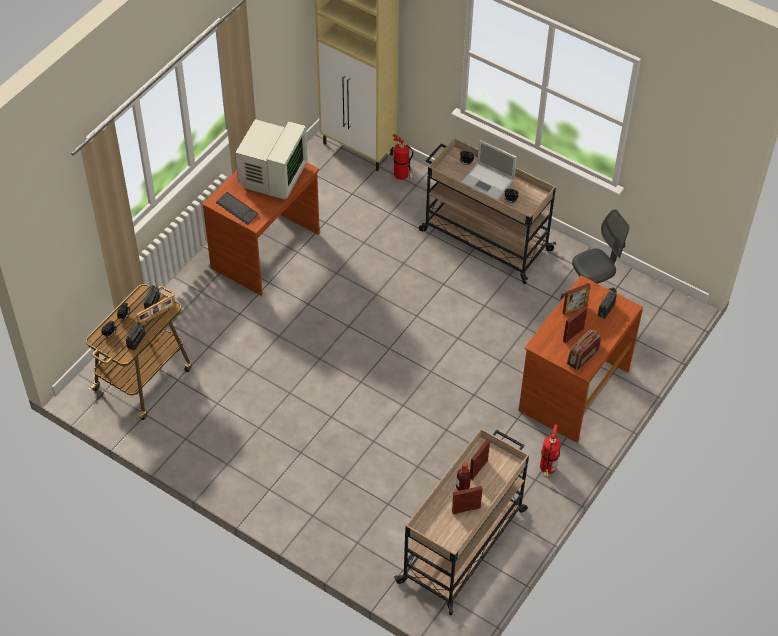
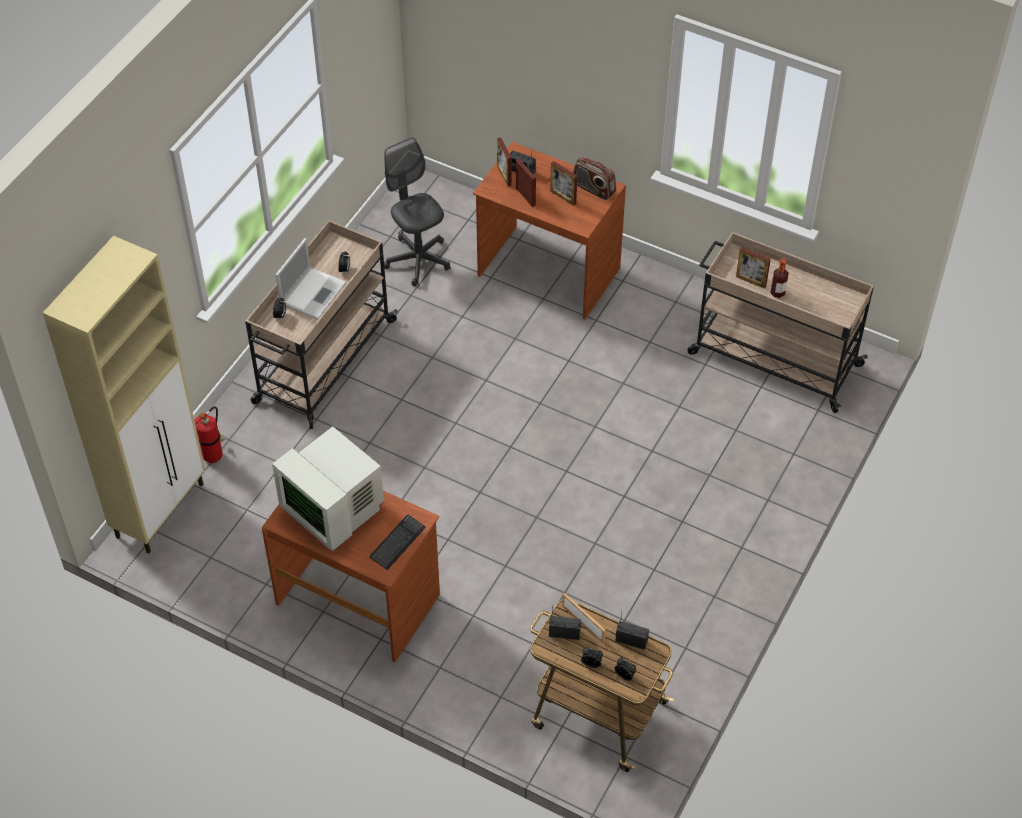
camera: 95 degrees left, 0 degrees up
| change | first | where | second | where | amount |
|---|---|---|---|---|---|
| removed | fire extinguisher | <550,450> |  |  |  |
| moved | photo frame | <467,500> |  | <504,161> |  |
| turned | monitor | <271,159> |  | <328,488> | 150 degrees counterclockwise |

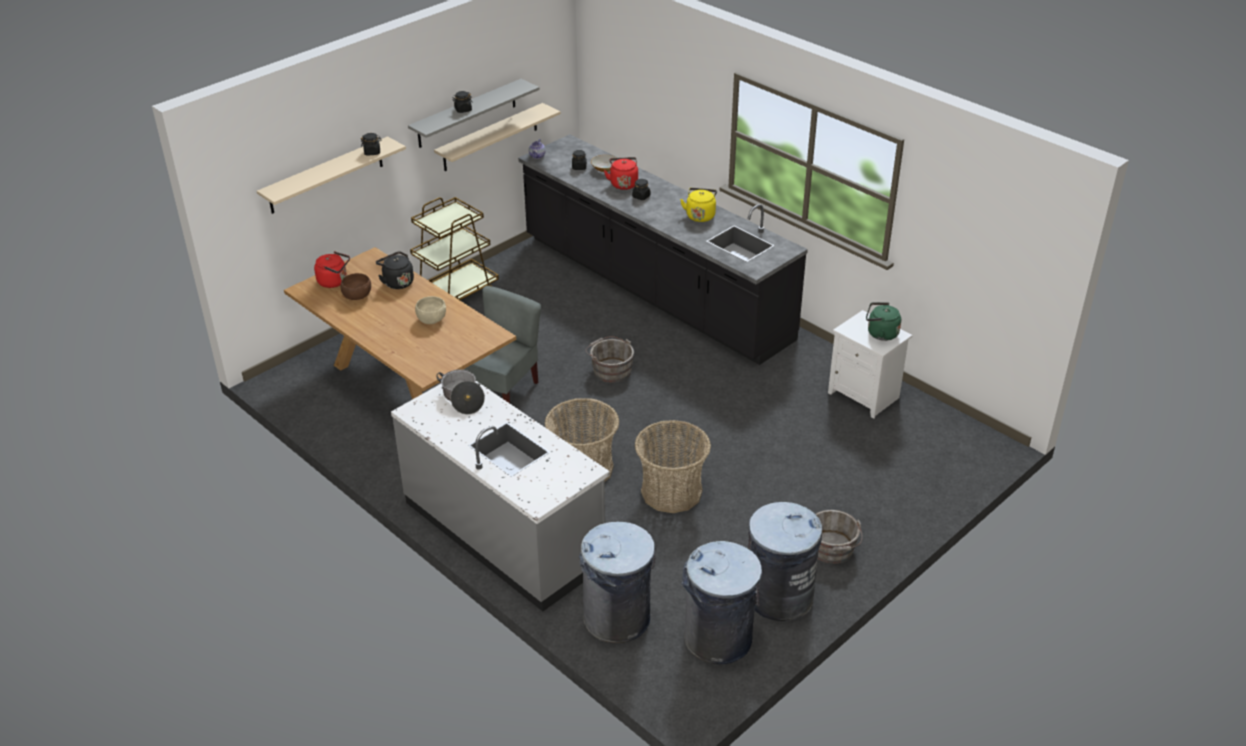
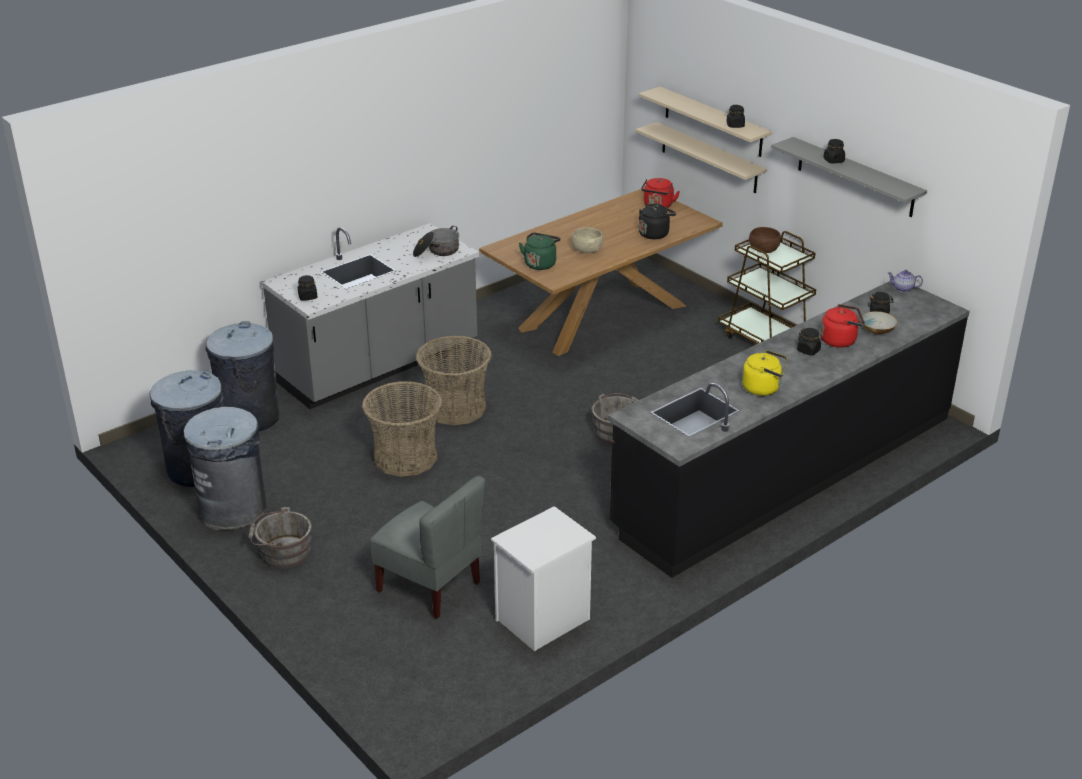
camera: 95 degrees right, 5 degrees down
| change | first | where | second | where | amount |
|---|---|---|---|---|---|
| added |  |  | storage jar (black-coloured) | <307,288> |  |
| moved | deep dish (brown) | <356,286> |  | <765,240> |  |
| moved | shelf (beige) | <497,137> |  | <701,157> |  |
| moved | plain chair (grey) | <502,344> |  | <427,547> |  |
| moved | tea kettle (green) | <883,321> |  | <540,251> |  |

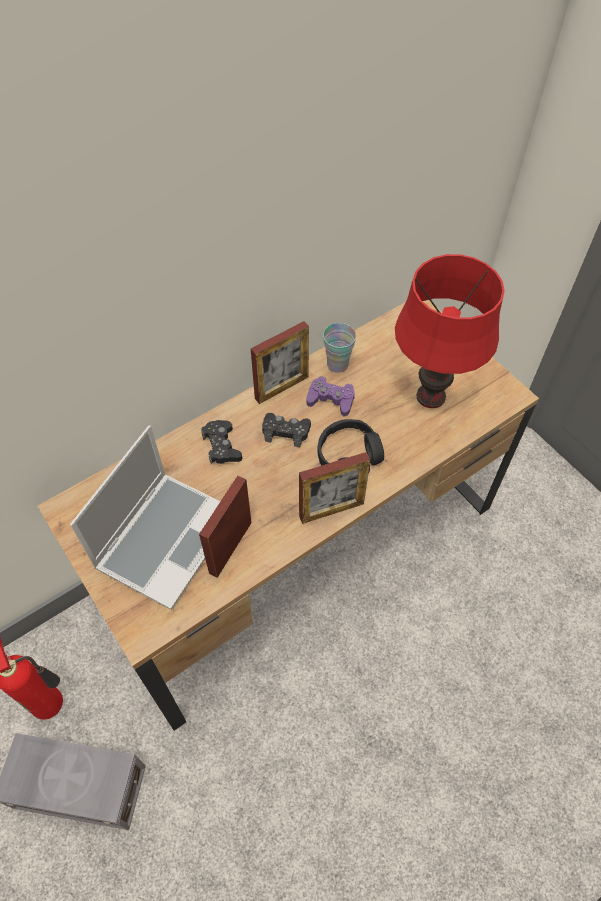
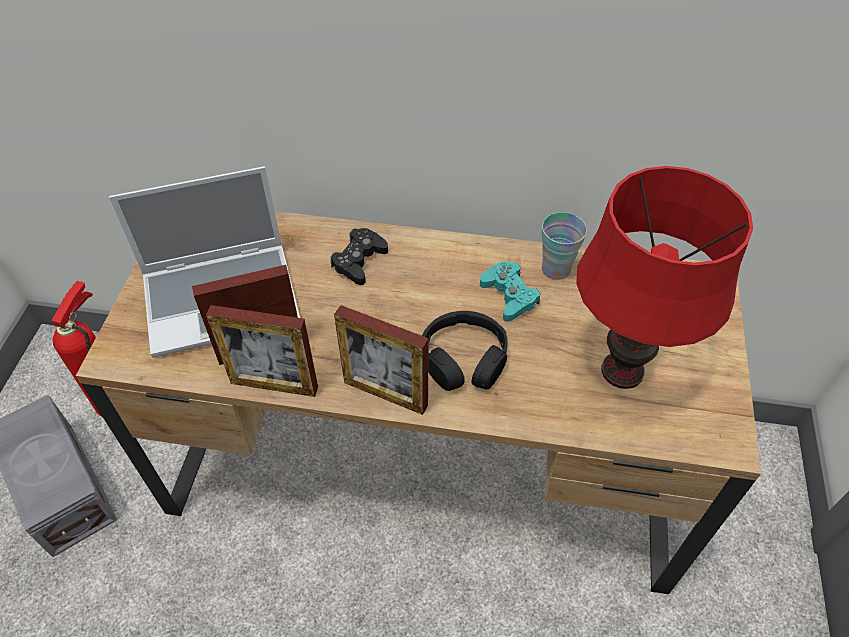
camera: 45 degrees right, 5 degrees down
| change | first | where | second | where | amount |
|---|---|---|---|---|---|
| removed | joypad (black-coloured) | <286,430> |  |  |  |
| moved | photo frame | <280,362> |  | <262,351> |  |
| recoloured | joypad (purple) | <331,396> | joypad (turquoise-coloured) | <510,291> |  |

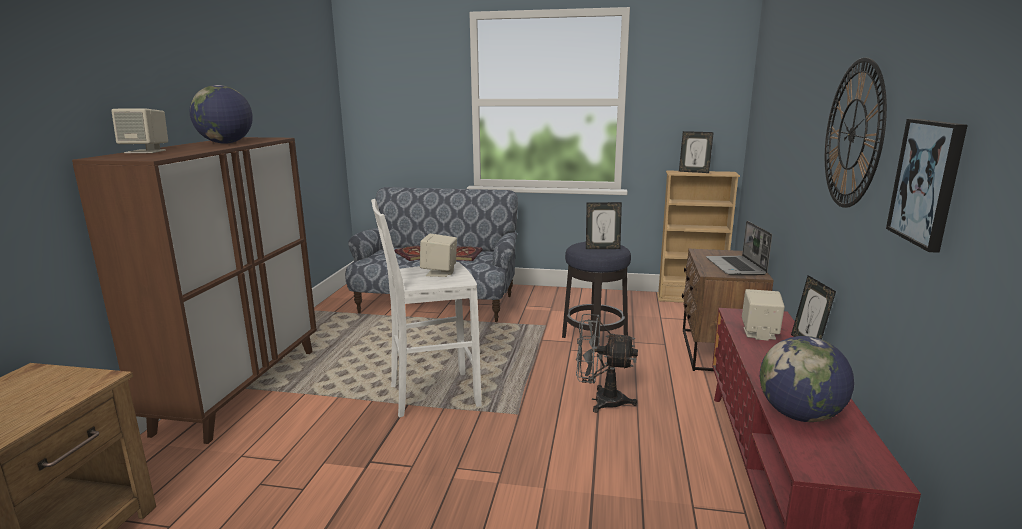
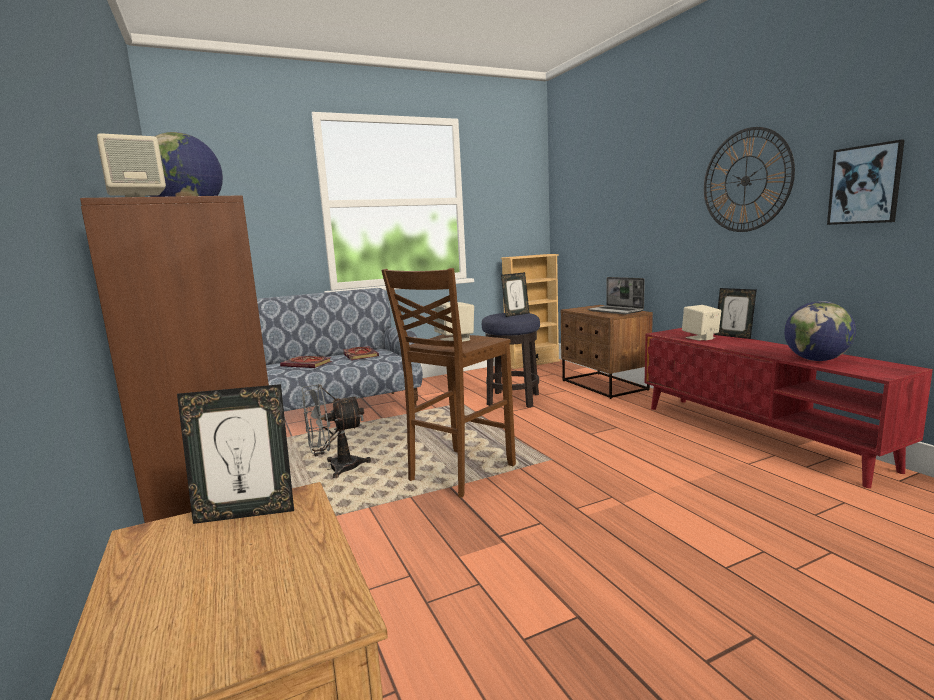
camera: 35 degrees left, 5 degrees down
| change | first | where | second | where | amount |
|---|---|---|---|---|---|
| moved | cooling fan (grey) | <607,363> |  | <336,431> |  |
| moved | photo frame | <696,152> |  | <235,454> |  |
| recoloured | stool (whitish) | <426,308> | stool (brown) | <448,383> |  |

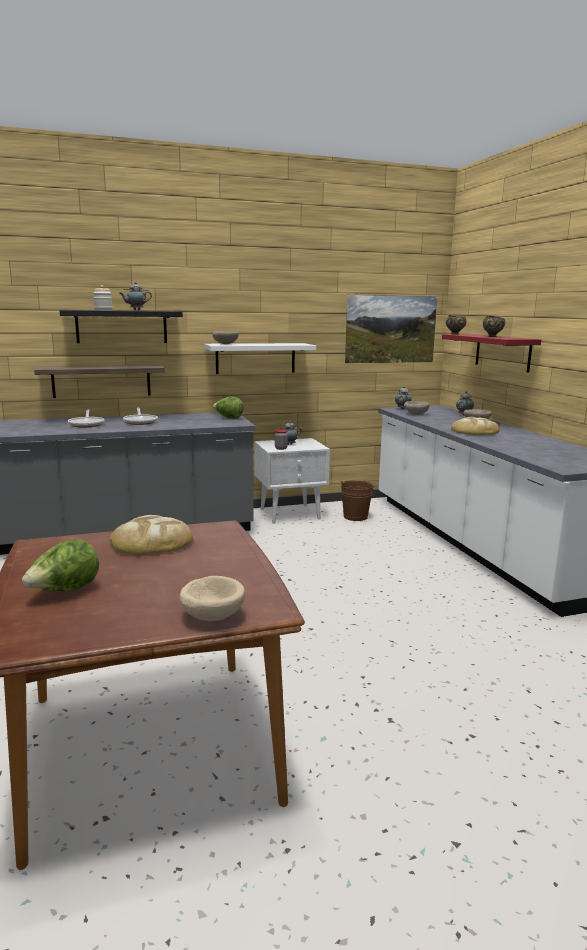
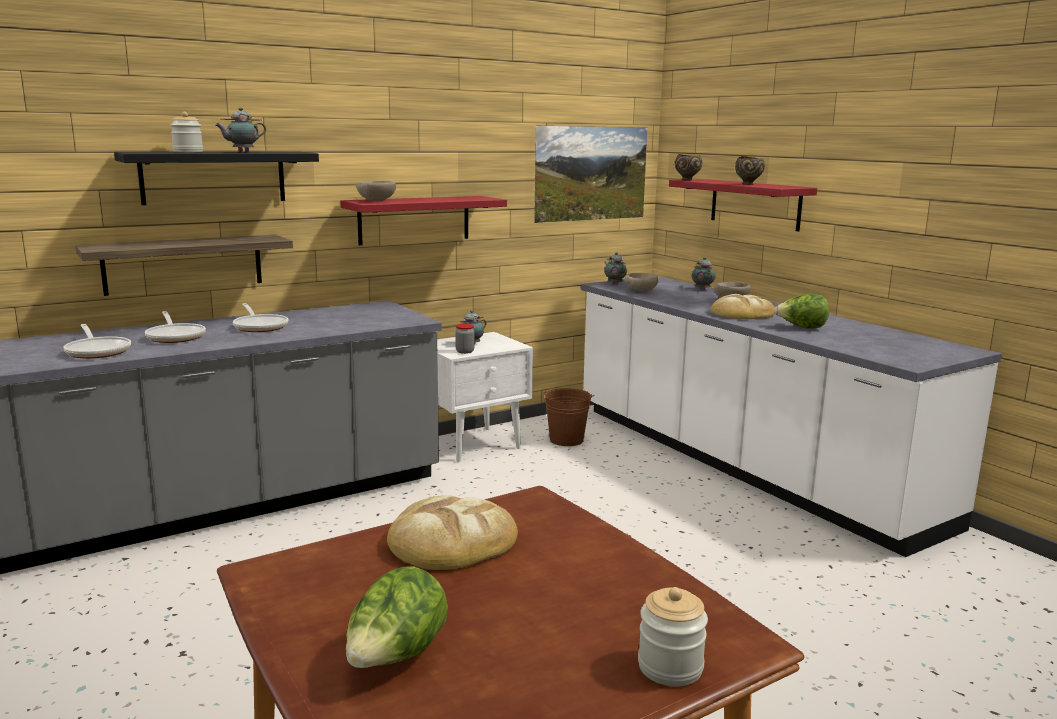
camera: 15 degrees left, 0 degrees up
| change | first | where | second | where | amount |
|---|---|---|---|---|---|
| added |  |  | pan | <97,341> |  |
| moved | lettuce | <228,407> |  | <801,311> |  |
| replaced | deep dish (beige) | <212,598> | storage jar | <673,636> |  |
| recoloured | shelf (whitish) | <260,358> | shelf (red) | <424,220> |  |

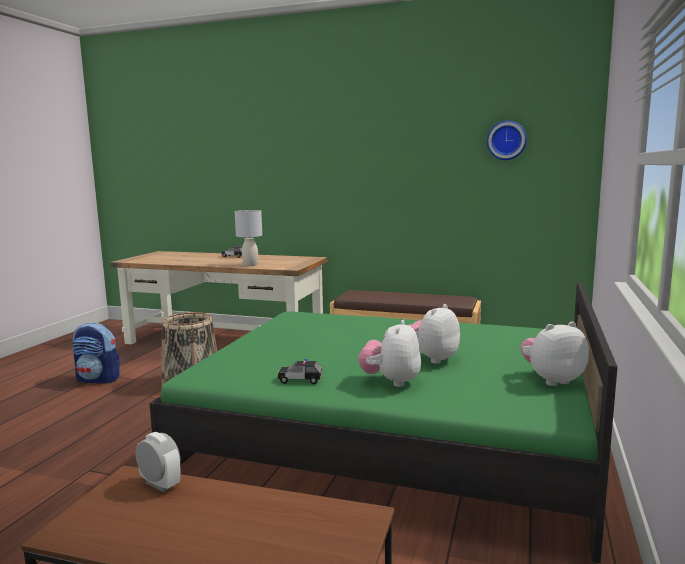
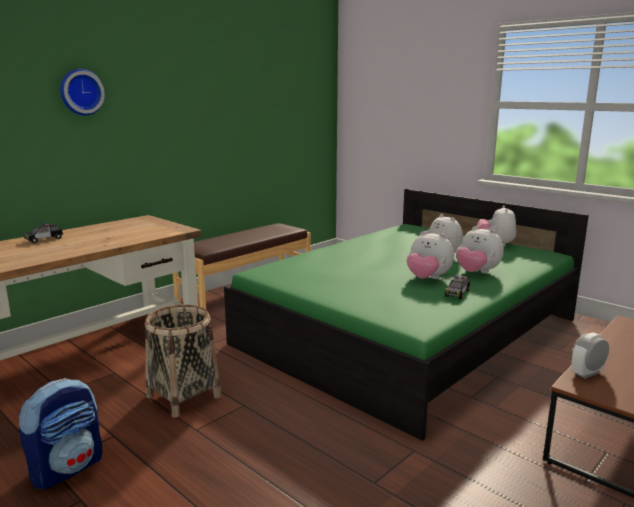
camera: 65 degrees left, 5 degrees up
| change | first | where | second | where | amount |
|---|---|---|---|---|---|
| removed | table lamp (grey) | <248,238> |  |  |  |
| added |  |  | cuddly toy | <430,255> |  |
| moved | hanging clock | <507,140> |  | <82,92> |  |

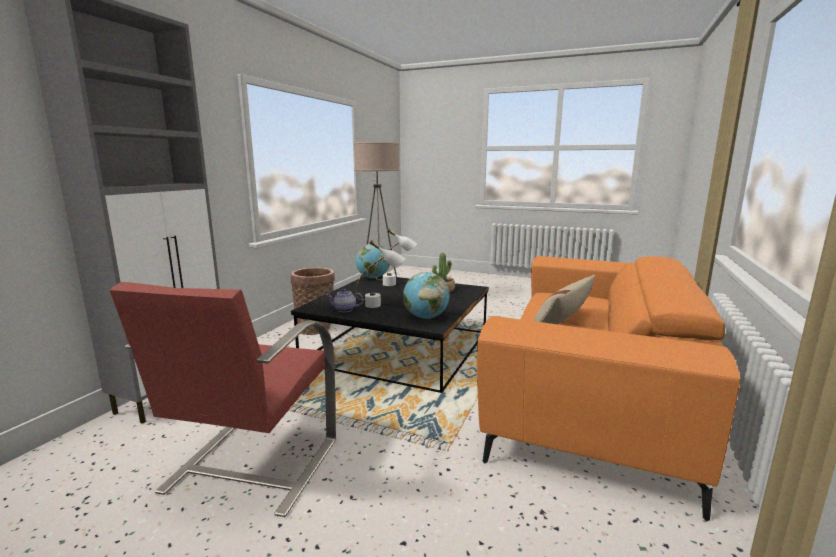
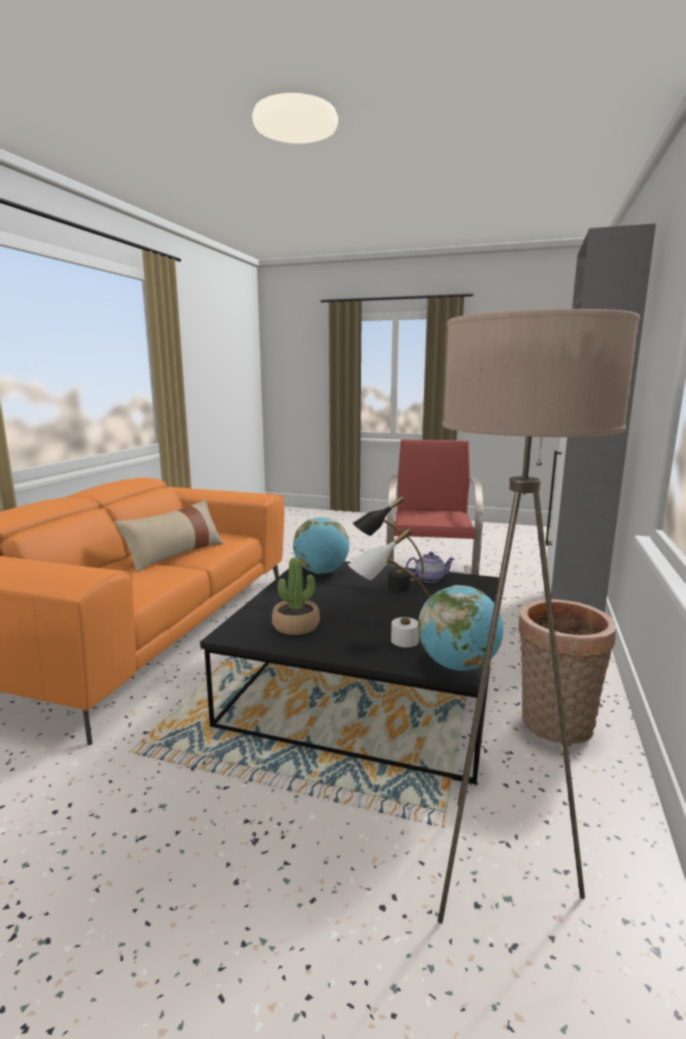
camera: 175 degrees right, 0 degrees up
| change | first | where | second | where | amount |
|---|---|---|---|---|---|
| recoloured | table lamp (whitish) | <380,274> | table lamp (black-coloured) | <388,544> |  |

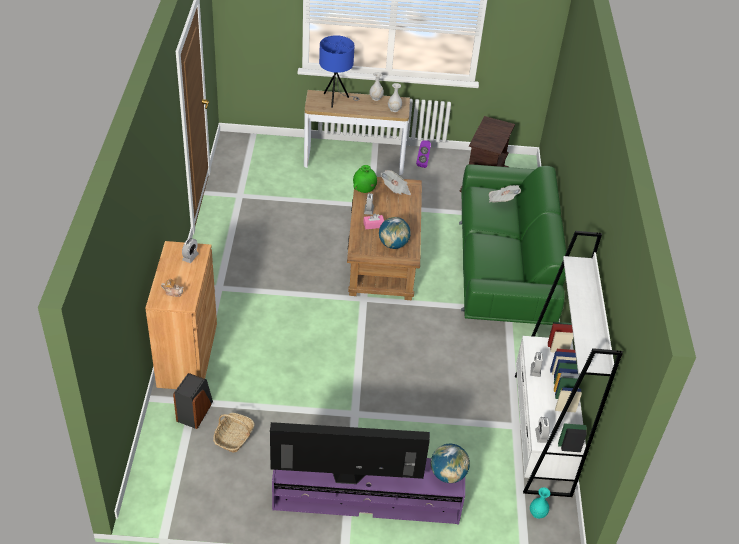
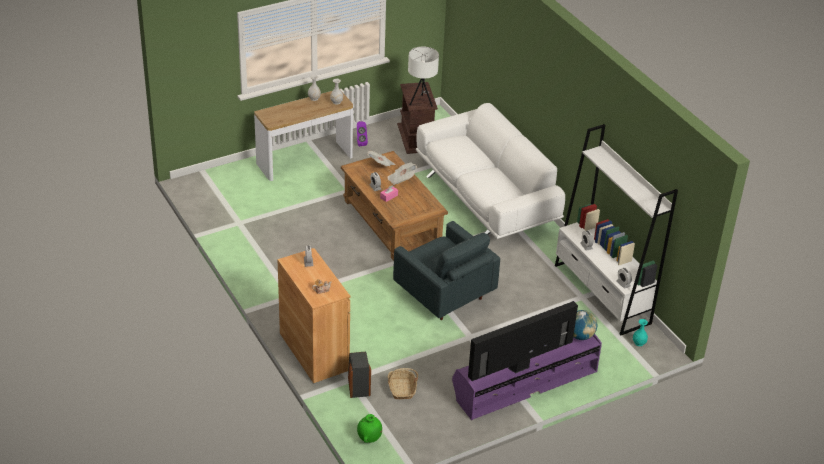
camera: 30 degrees left, 5 degrees down
| change | first | where | second | where | amount |
|---|---|---|---|---|---|
| removed | table lamp (blue) | <339,71> |  |  |  |
| removed | globe | <395,233> |  |  |  |
| added |  |  | easy chair (grey) | <446,270> |  |
| added |  |  | table lamp (whitish) | <423,76> |  |
| moved | decorative vase (green) | <365,179> |  | <369,428> |  |
| moved | daily paper | <505,194> |  | <402,173> |  |
| recoloured | couch (green) | <512,244> | couch (whitish) | <490,171> |  |

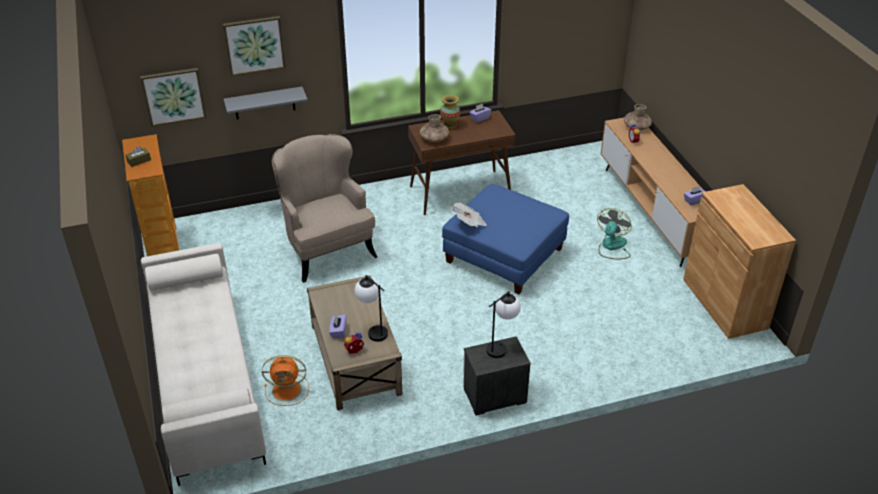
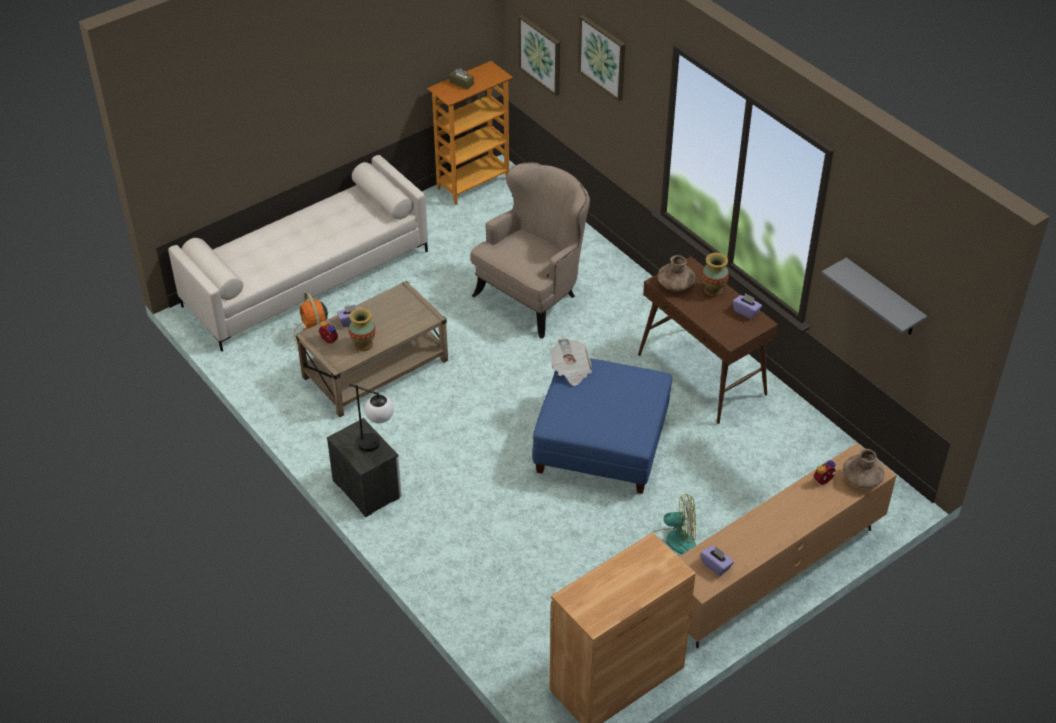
camera: 70 degrees right, 5 degrees up
| change | first | where | second | where | amount |
|---|---|---|---|---|---|
| moved | shelf (grey) | <266,103> |  | <874,296> |  |
| replaced | table lamp | <371,308> | decorative vase | <362,329> |  |

